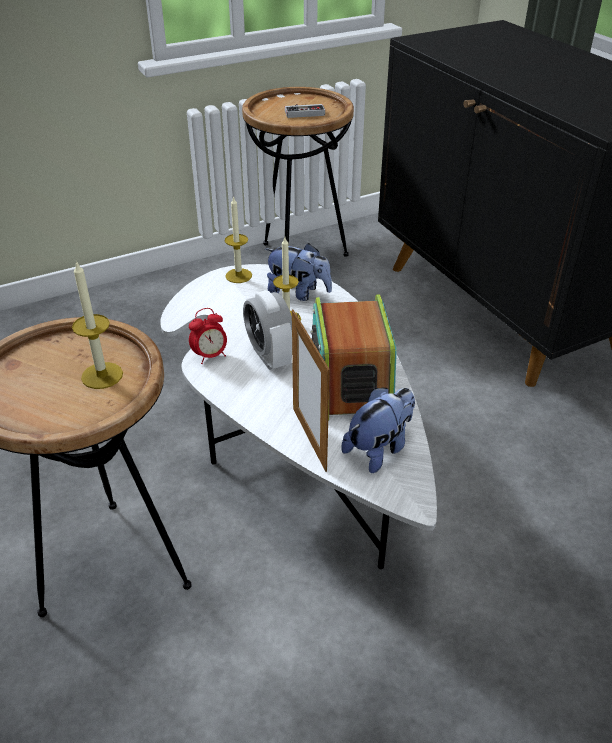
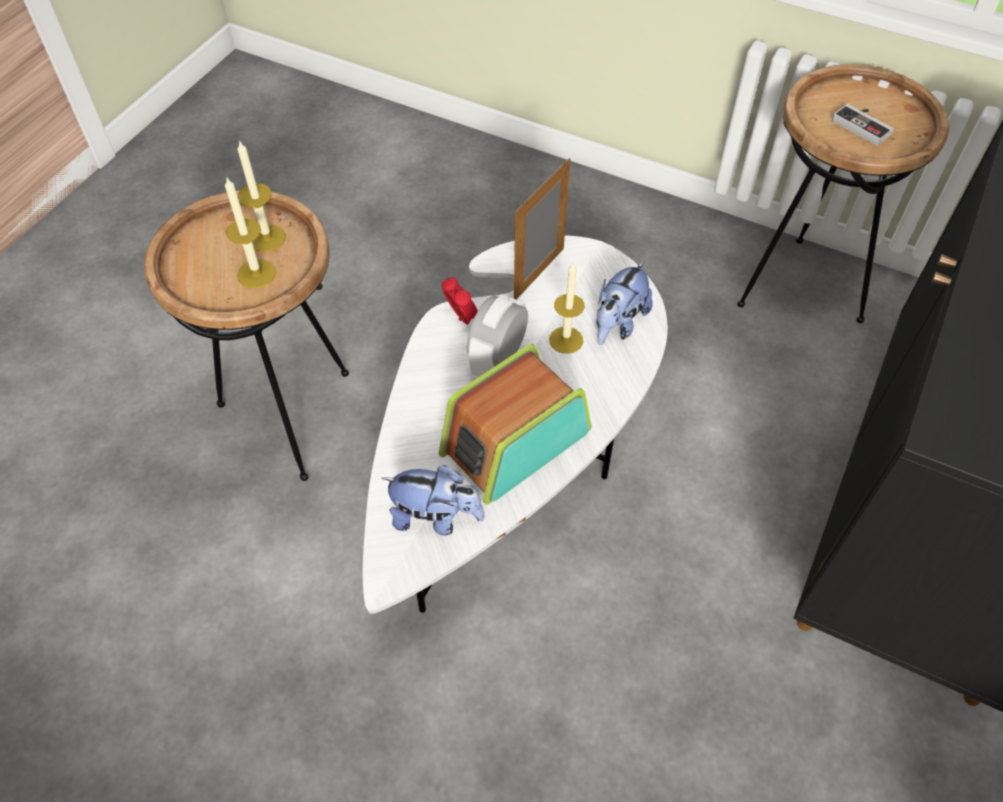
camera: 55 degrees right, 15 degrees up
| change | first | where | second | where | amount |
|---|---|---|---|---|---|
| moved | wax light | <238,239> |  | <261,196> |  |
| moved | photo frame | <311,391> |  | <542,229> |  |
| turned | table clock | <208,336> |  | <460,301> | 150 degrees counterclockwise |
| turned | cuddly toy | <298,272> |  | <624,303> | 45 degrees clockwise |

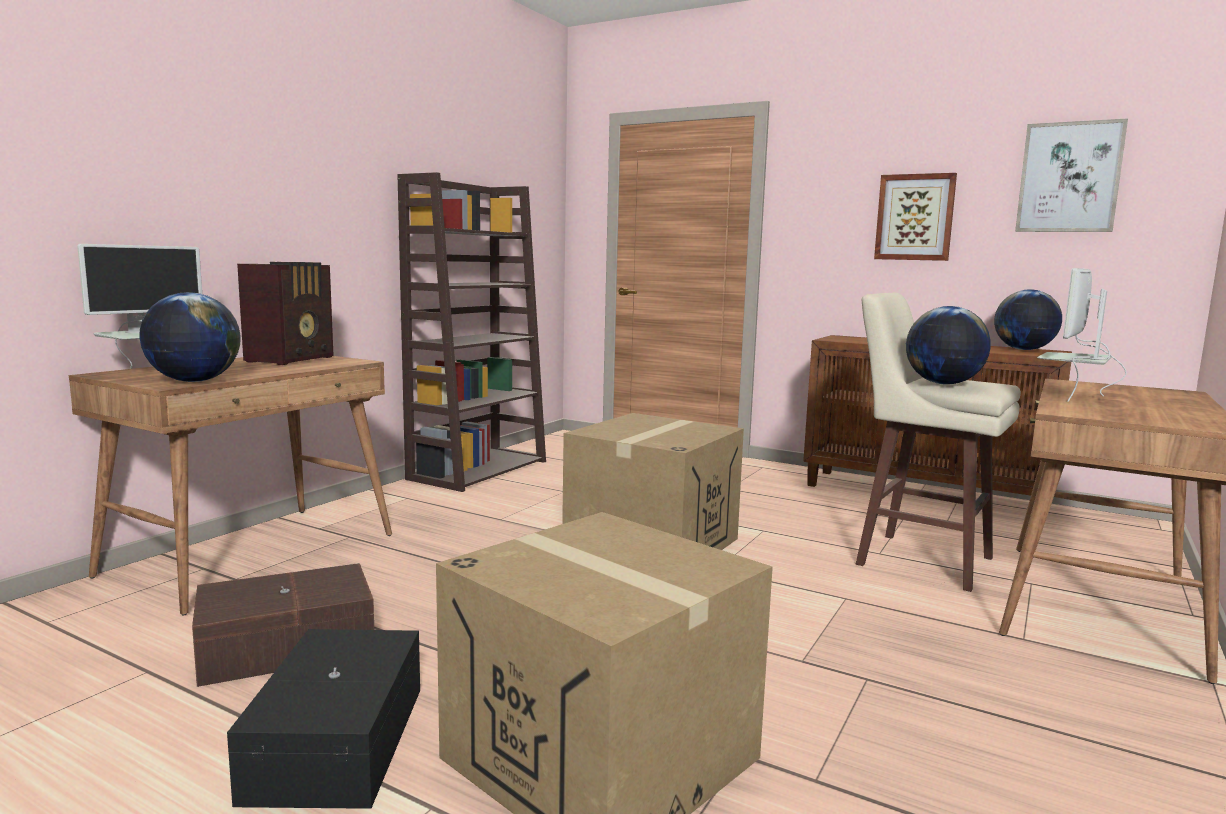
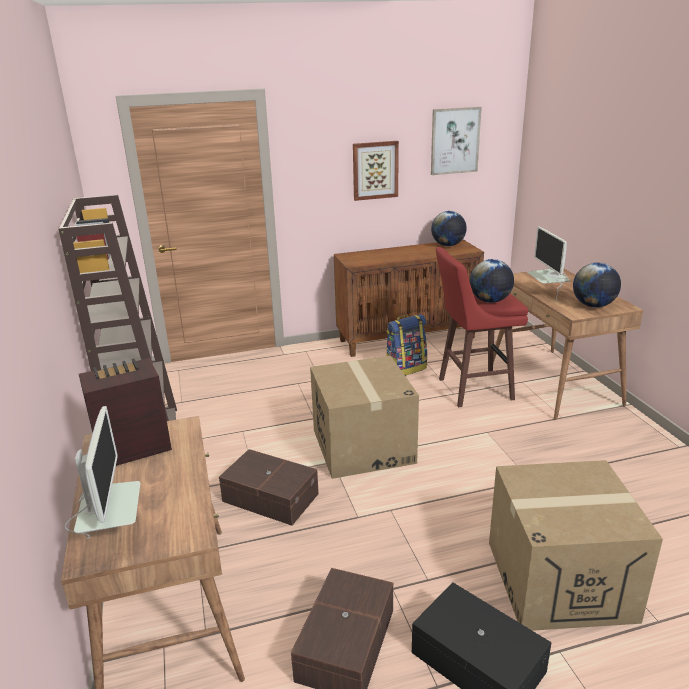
camera: 45 degrees left, 15 degrees up
| change | first | where | second | where | amount |
|---|---|---|---|---|---|
| added |  |  | storage box (brown) | <269,487> |  |
| added |  |  | backpack | <406,345> |  |
| moved | globe | <190,337> |  | <597,285> |  |
| recoloured | stool (beige) | <938,442> | stool (red) | <482,327> |  |
| turned | radio | <285,313> |  | <125,412> | 90 degrees counterclockwise |

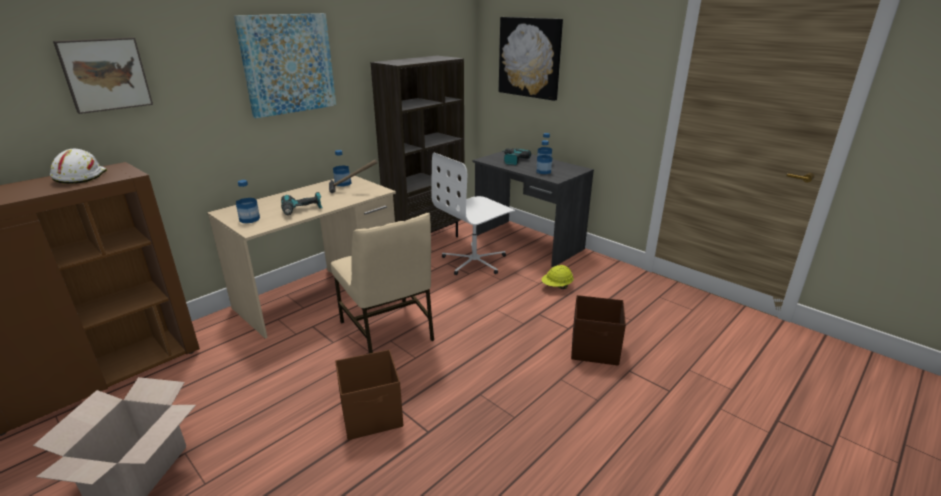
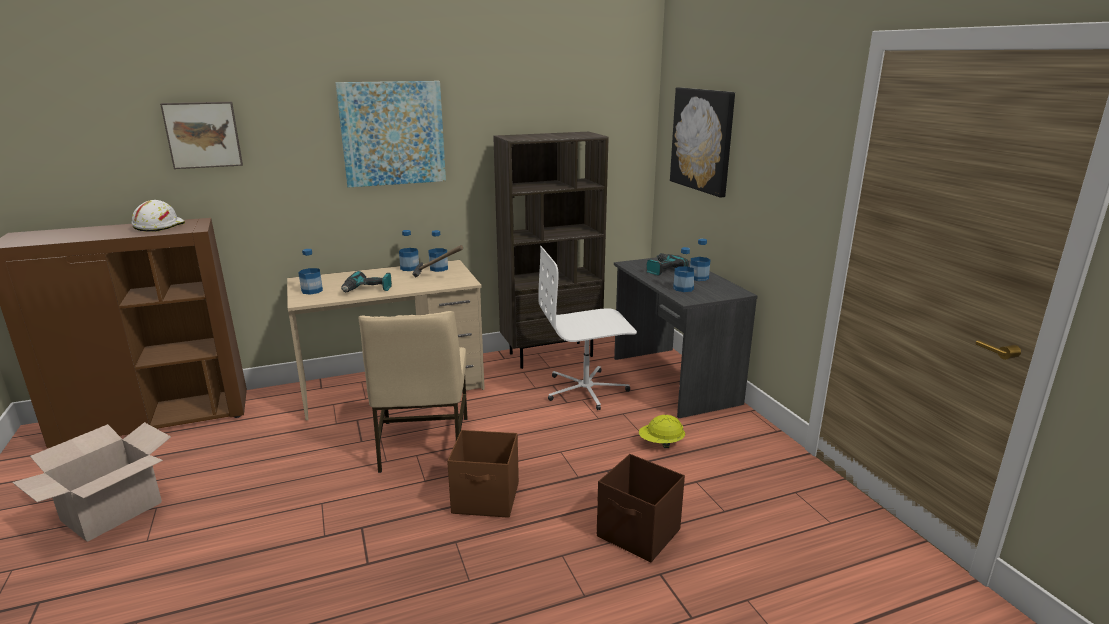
camera: 25 degrees right, 5 degrees down
| change | first | where | second | where | amount |
|---|---|---|---|---|---|
| added |  |  | beverage bottle | <409,250> |  |
| moved | storage box (brown) | <369,395> |  | <483,474> |  |

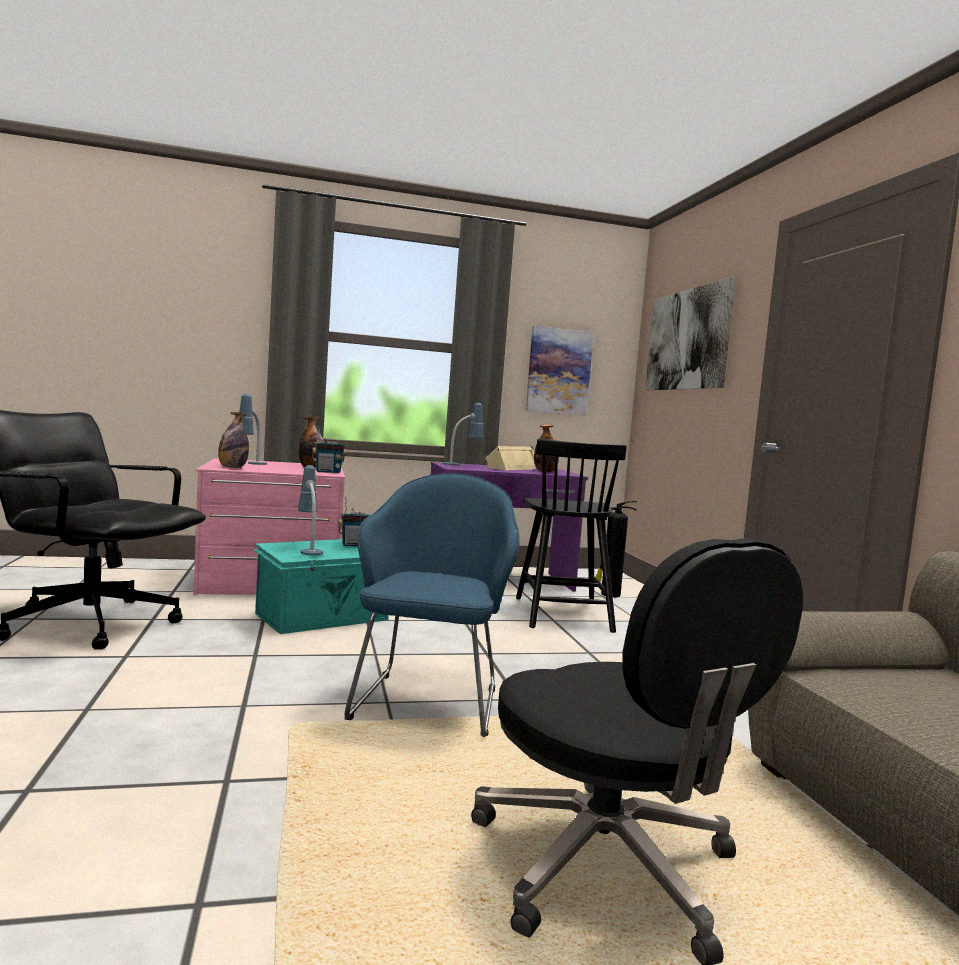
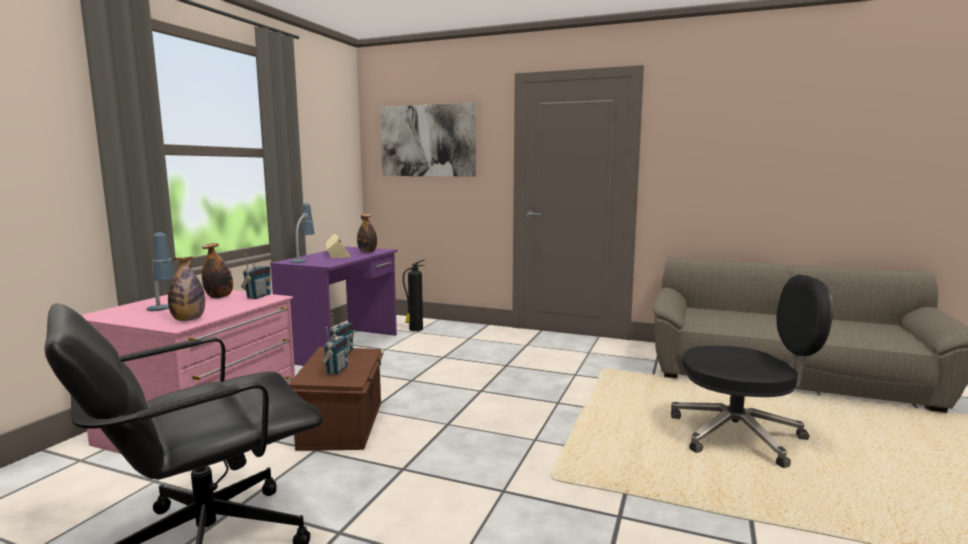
camera: 55 degrees left, 5 degrees up
| change | first | where | second | where | amount |
|---|---|---|---|---|---|
| removed | easy chair (blue) | <432,605> |  |  |  |
| removed | plain chair (black-coloured) | <571,536> |  |  |  |
| removed | wall picture | <560,370> |  |  |  |
| replaced | table lamp | <310,510> | radio | <335,351> |  |
| recoloured | storage box (turquoise-coloured) | <321,586> | storage box (brown) | <336,399> |  |

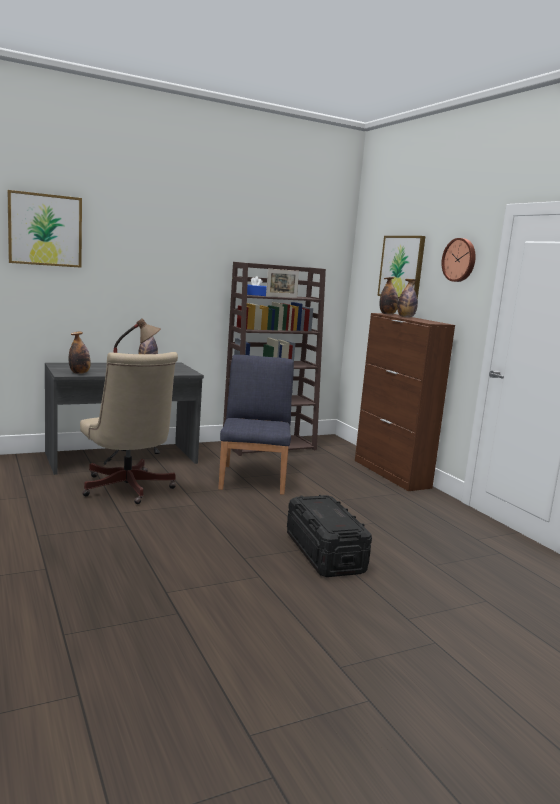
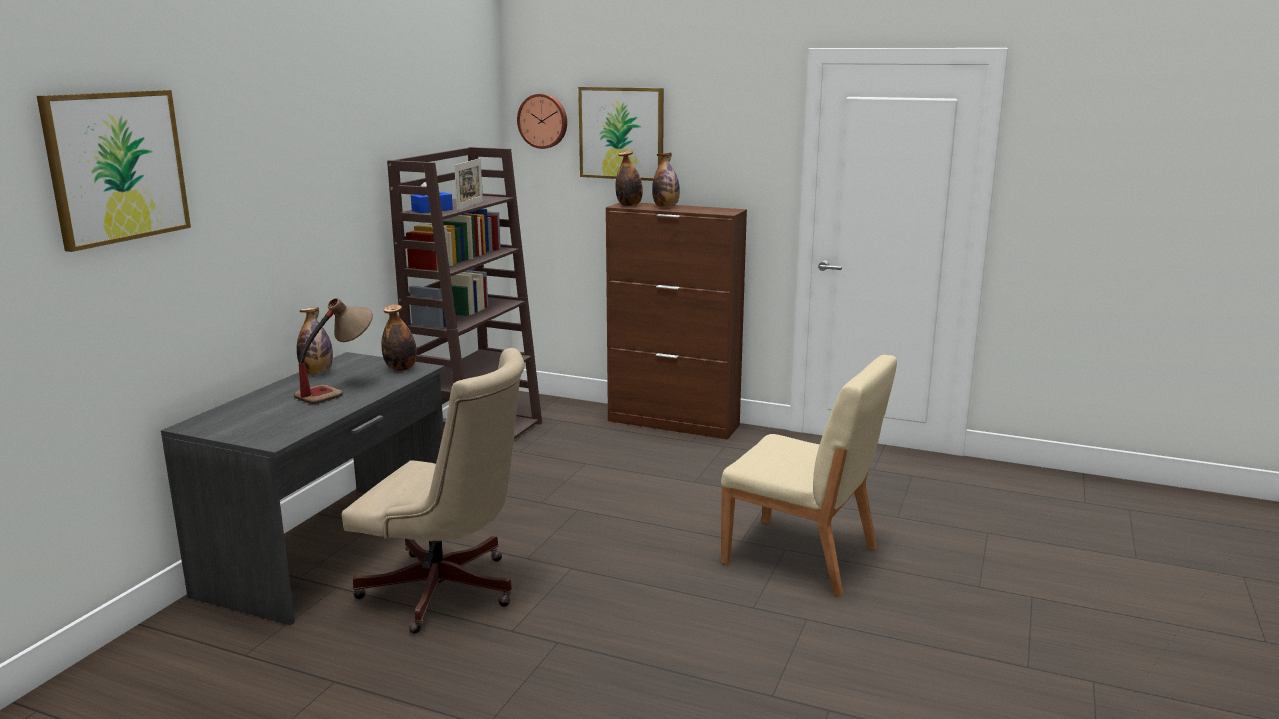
camera: 40 degrees left, 5 degrees up
| change | first | where | second | where | amount |
|---|---|---|---|---|---|
| removed | plain chair (blue) | <256,425> |  |  |  |
| moved | beverage bottle | <80,353> |  | <399,337> |  |
| moved | hanging clock | <458,260> |  | <542,121> |  |
| replaced | storage box (black-coloured) | <329,536> | plain chair (beige) | <809,476> |  |

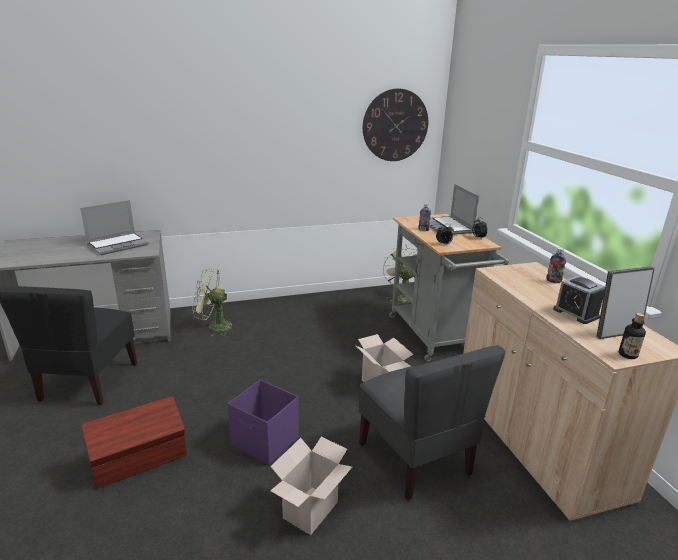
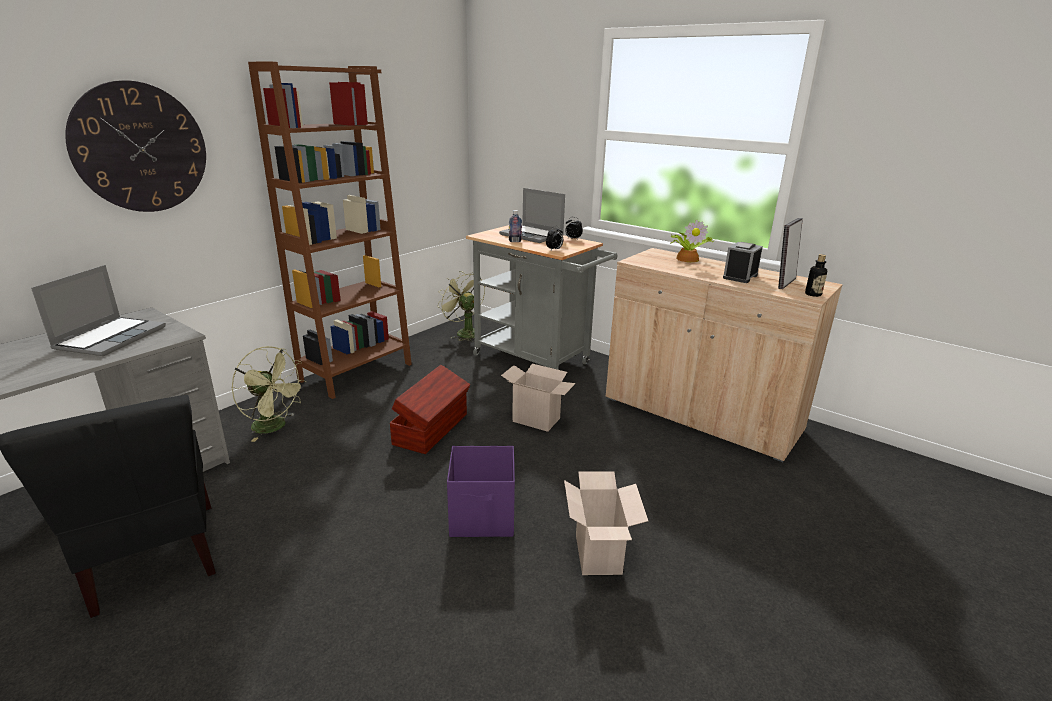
camera: 35 degrees left, 0 degrees up
| change | first | where | second | where | amount |
|---|---|---|---|---|---|
| removed | plain chair (grey) | <432,422> |  |  |  |
| added |  |  | shelving unit (brown) | <330,230> |  |
| moved | storage box (brown) | <134,442> |  | <430,409> |  |
| moved | hanging clock | <395,124> |  | <135,146> |  |
| replaced | beverage bottle | <556,265> | plant in a pot | <692,241> |  |
| turned | cooling fan (green) | <214,302> |  | <268,394> | 120 degrees counterclockwise |
| turned | table clock | <579,300> |  | <743,262> | 105 degrees clockwise |

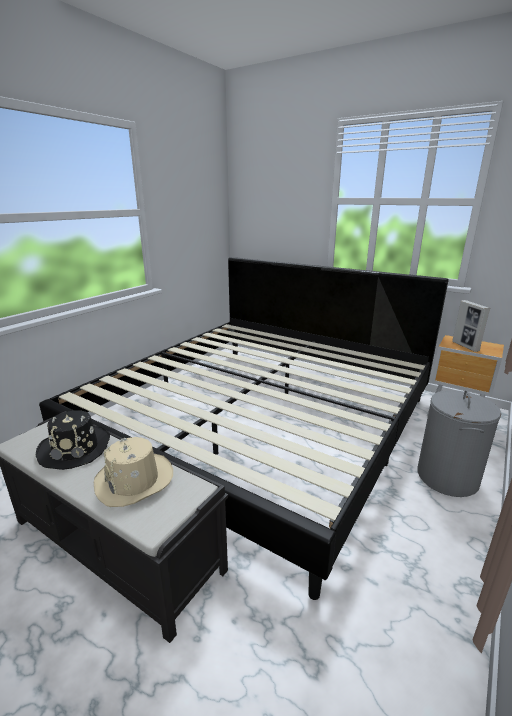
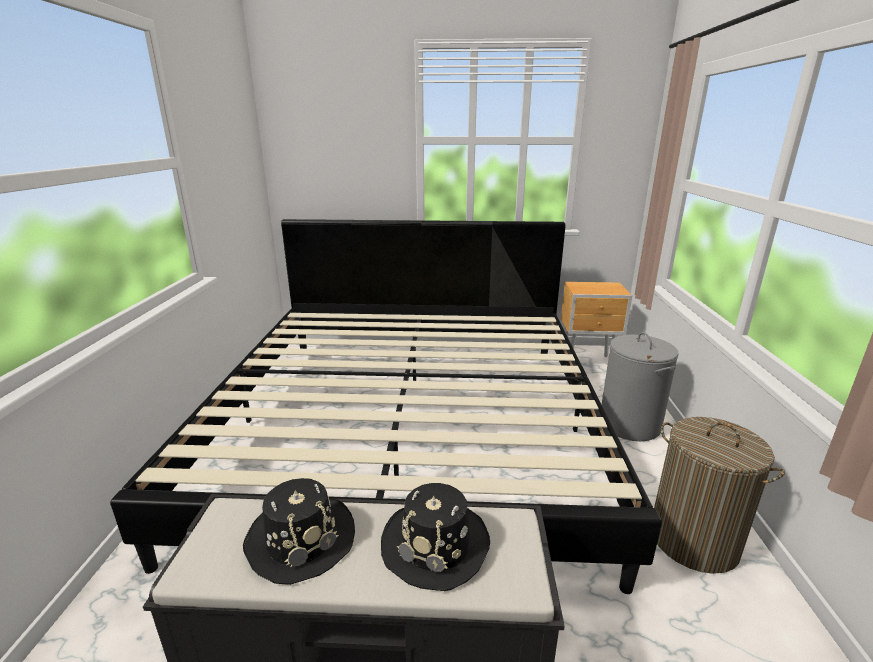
camera: 30 degrees left, 0 degrees up
| change | first | where | second | where | amount |
|---|---|---|---|---|---|
| removed | photo frame | <471,326> |  |  |  |
| added |  |  | laundry basket | <719,495> |  |
| recoloured | clothing hat (beige) | <133,472> | clothing hat (black-coloured) | <435,537> |  |

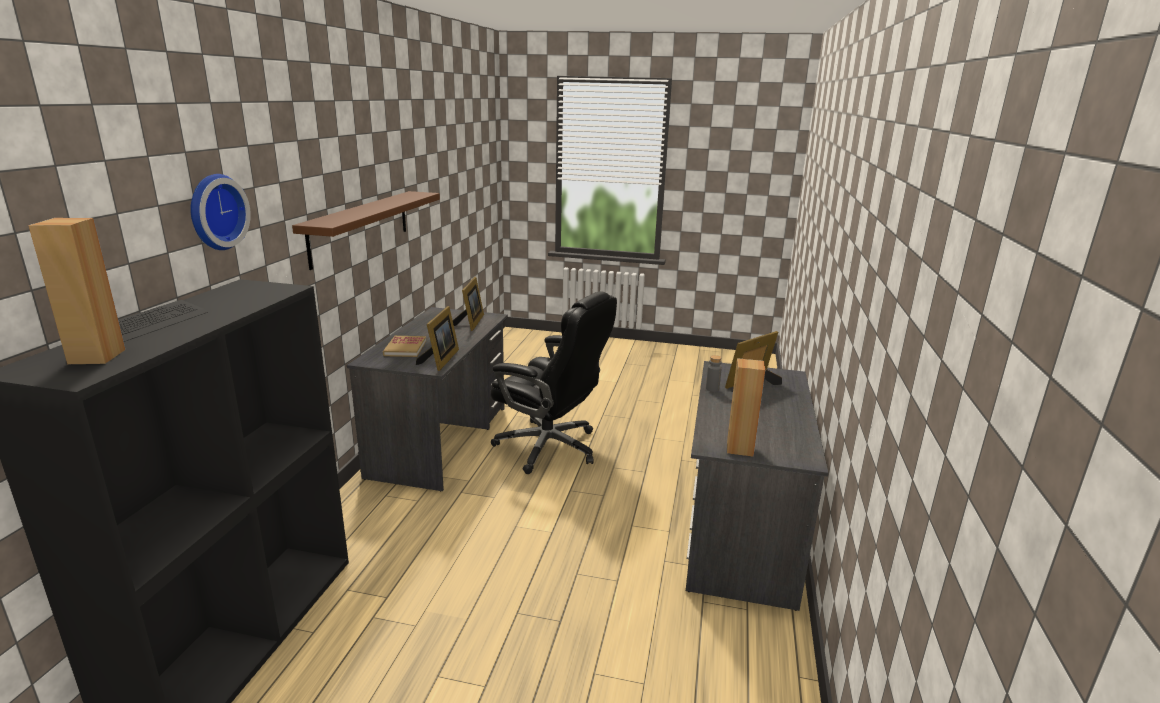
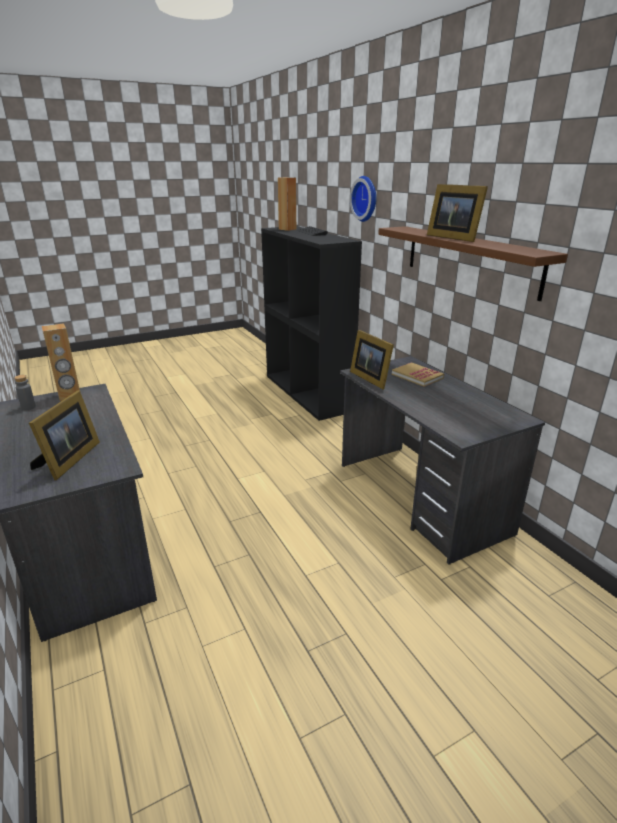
camera: 140 degrees right, 5 degrees up
| change | first | where | second | where | amount |
|---|---|---|---|---|---|
| removed | office chair (black-coloured) | <554,382> |  |  |  |
| moved | photo frame | <468,304> |  | <457,213> |  |
| moved | beverage bottle (grey) | <714,373> |  | <25,392> |  |

